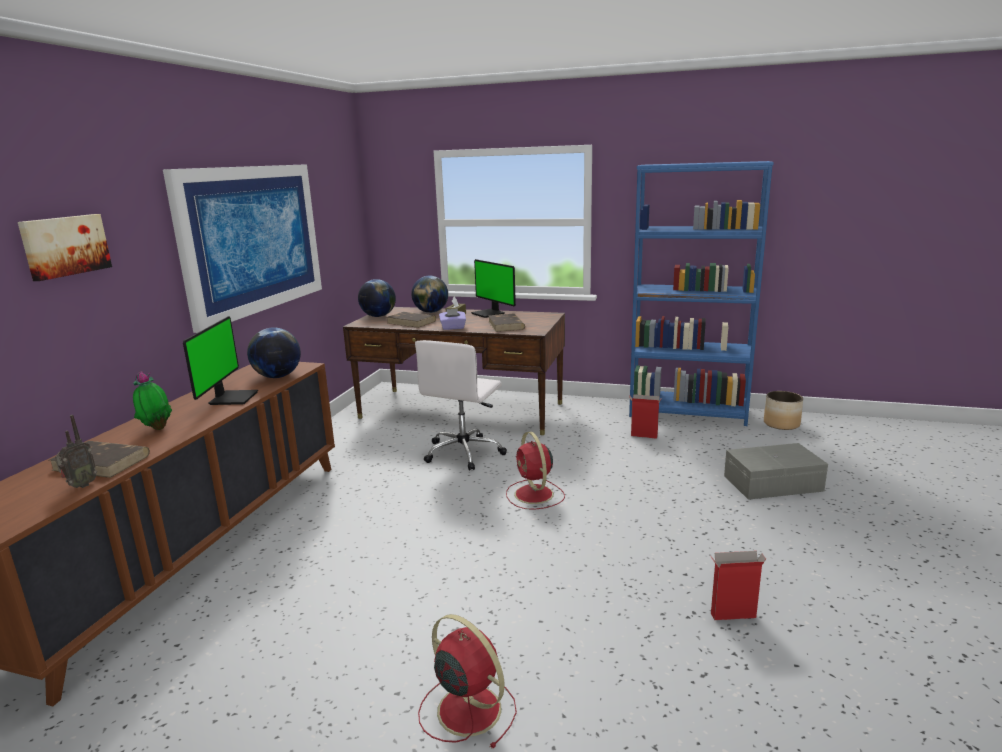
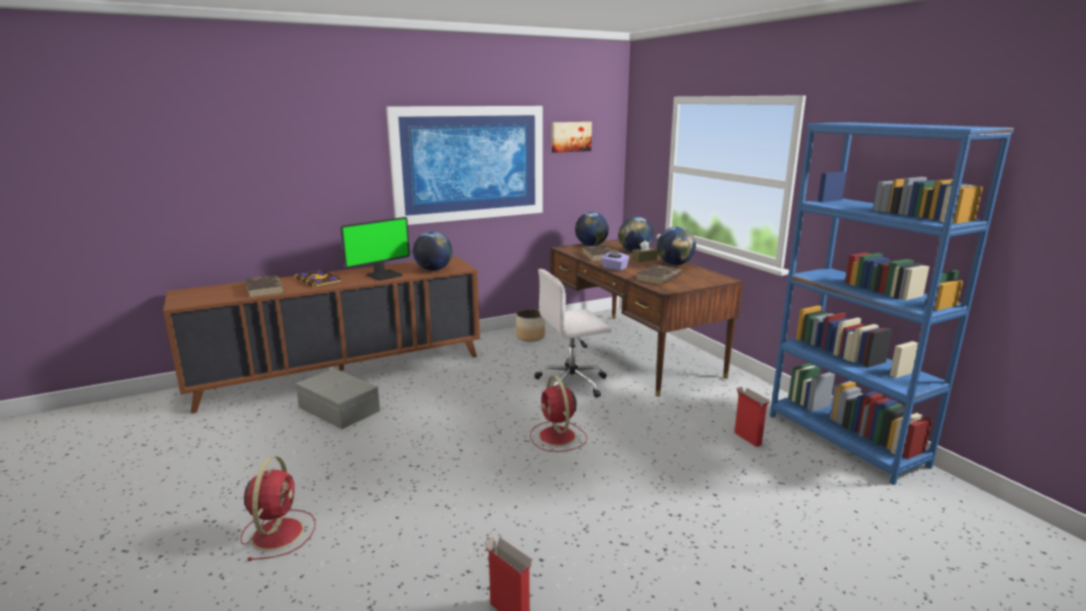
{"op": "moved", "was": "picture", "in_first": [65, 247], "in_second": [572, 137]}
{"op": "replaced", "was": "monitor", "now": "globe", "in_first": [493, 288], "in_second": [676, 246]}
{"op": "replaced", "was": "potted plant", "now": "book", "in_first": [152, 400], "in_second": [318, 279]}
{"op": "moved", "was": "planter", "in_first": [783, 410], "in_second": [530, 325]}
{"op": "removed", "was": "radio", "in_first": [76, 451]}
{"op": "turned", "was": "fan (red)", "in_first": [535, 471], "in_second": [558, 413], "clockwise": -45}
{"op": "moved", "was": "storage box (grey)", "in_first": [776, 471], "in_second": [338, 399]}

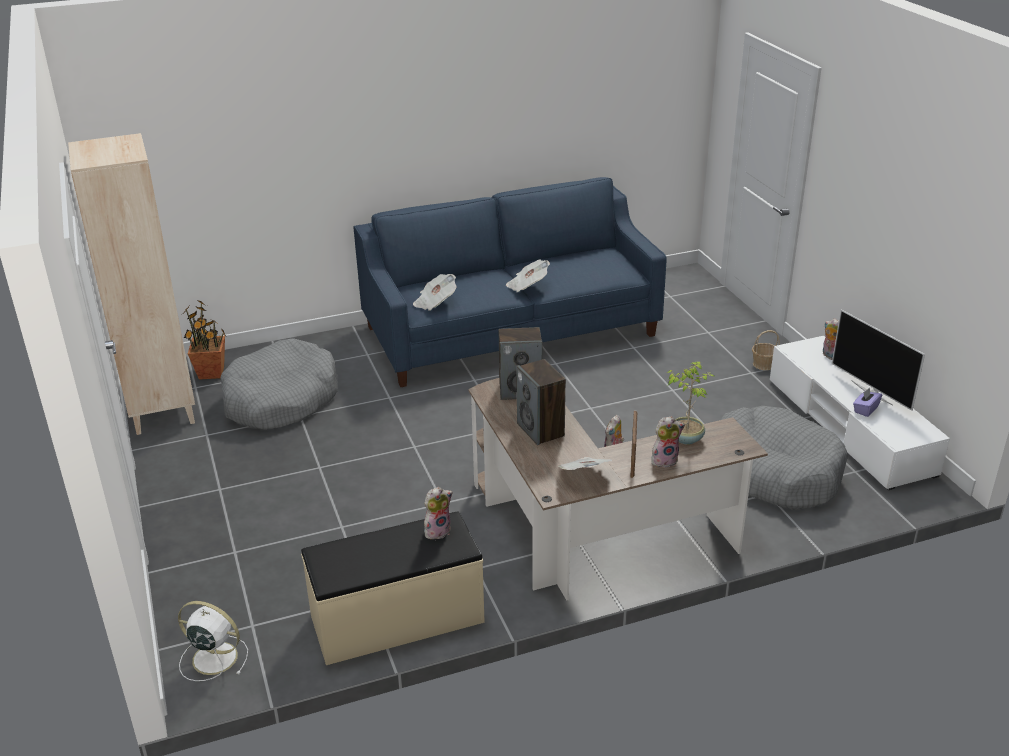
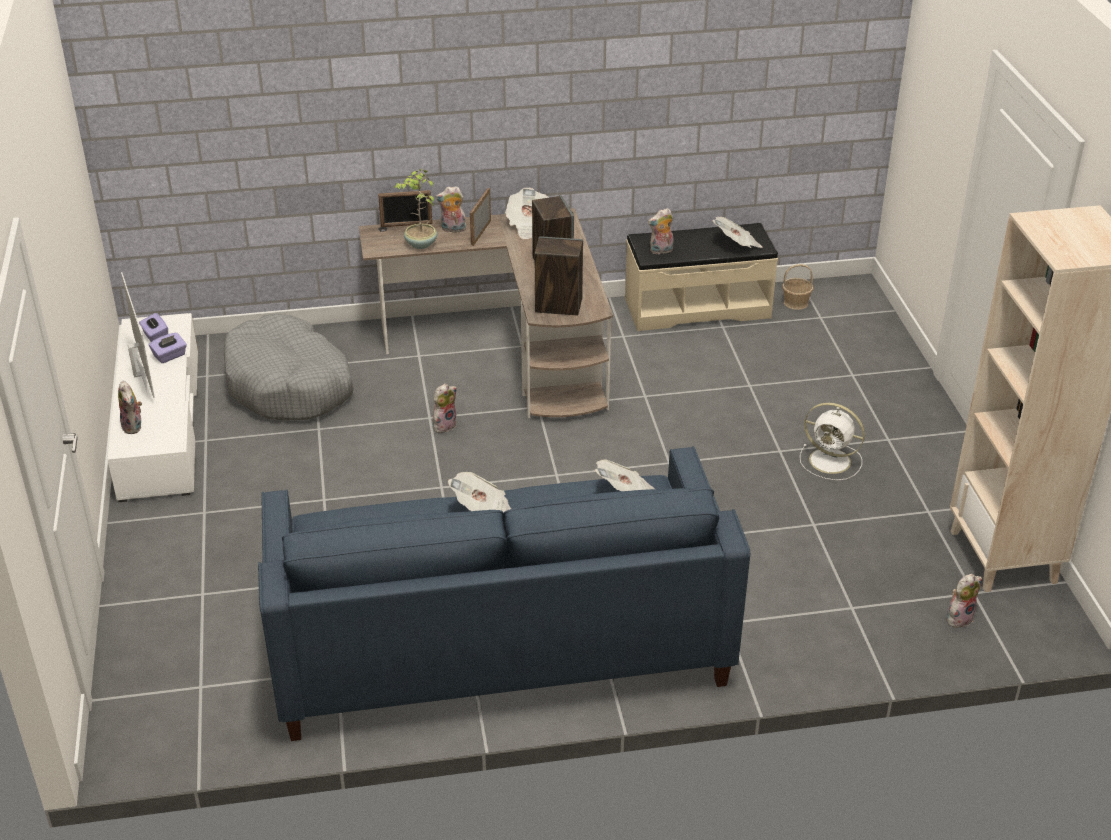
{"op": "replaced", "was": "potted plant", "now": "plush toy", "in_first": [205, 339], "in_second": [964, 601]}
{"op": "moved", "was": "basket", "in_first": [766, 350], "in_second": [797, 287]}
{"op": "removed", "was": "dog bed (grey)", "in_first": [279, 384]}
{"op": "moved", "was": "fan (white)", "in_first": [213, 641], "in_second": [832, 442]}
{"op": "added", "now": "picture frame", "in_second": [405, 208]}
{"op": "added", "now": "newspaper", "in_second": [737, 232]}
{"op": "added", "now": "tissue box (purple)", "in_second": [153, 327]}

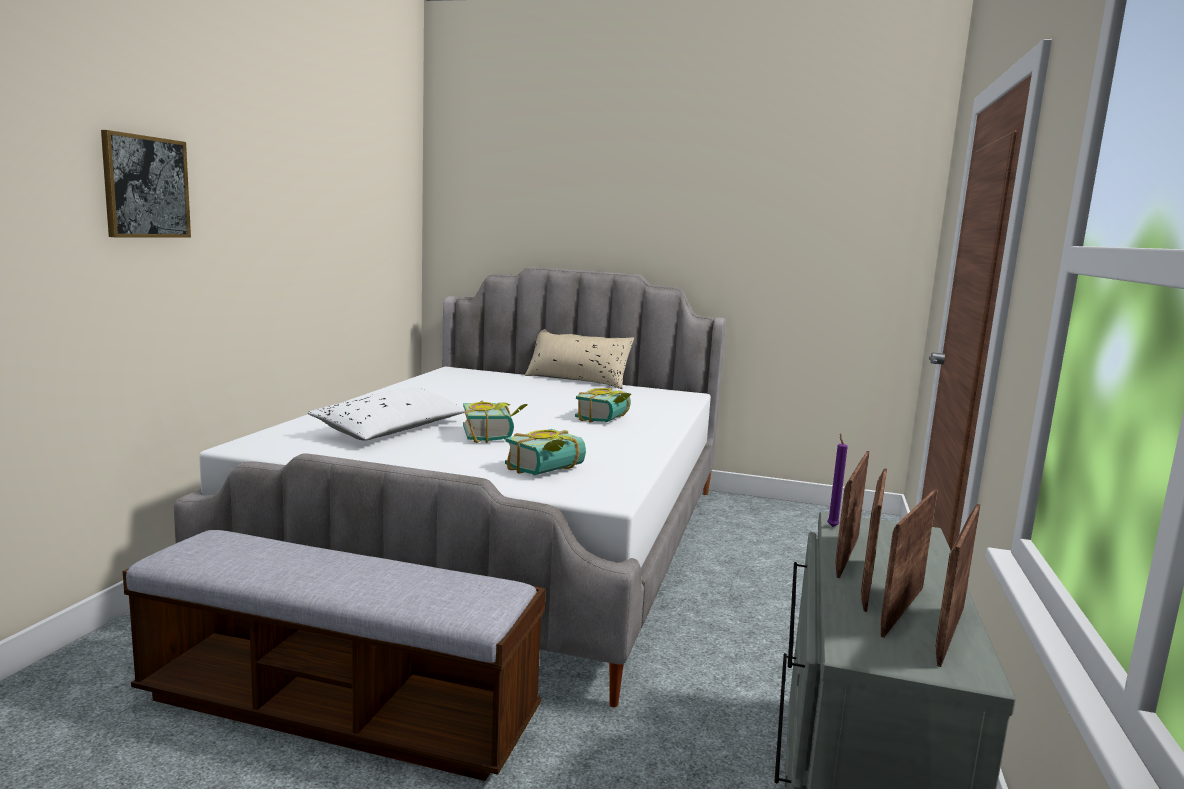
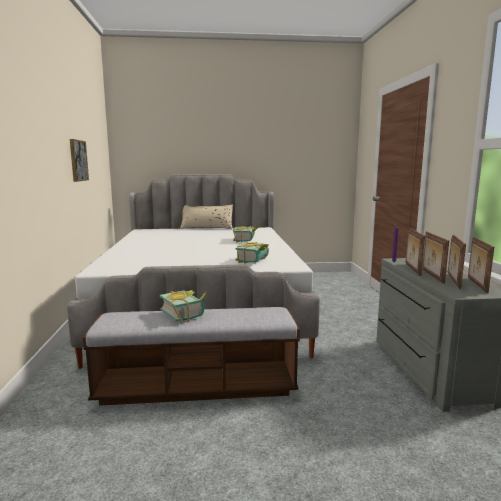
{"op": "moved", "was": "picture", "in_first": [146, 183], "in_second": [79, 160]}
{"op": "removed", "was": "pillow (white)", "in_first": [386, 414]}
{"op": "moved", "was": "book", "in_first": [495, 421], "in_second": [184, 306]}

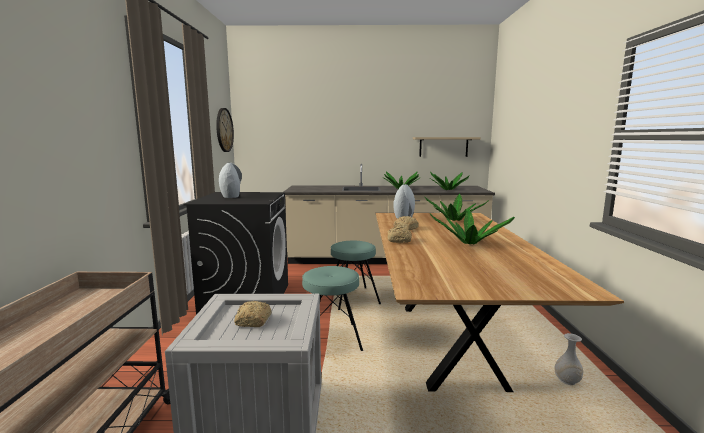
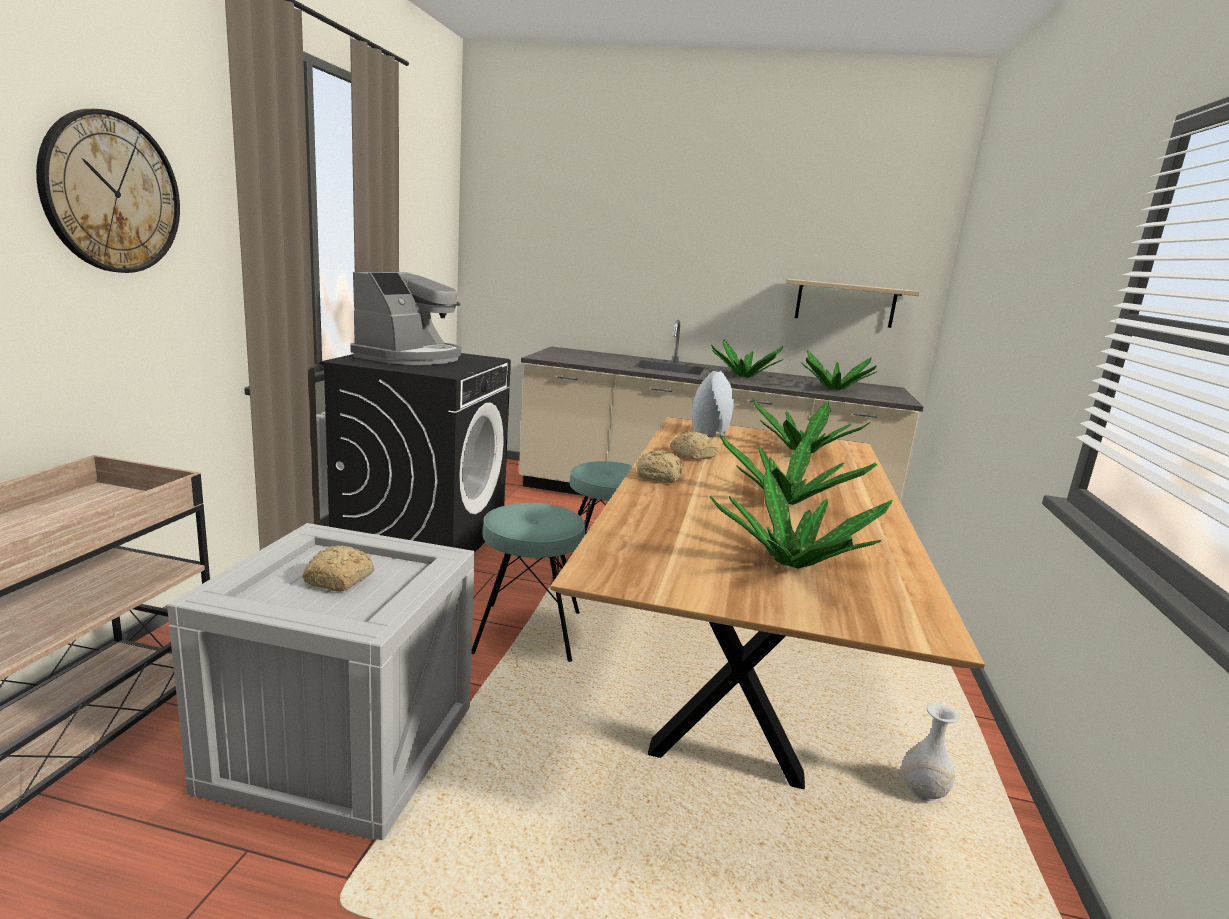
{"op": "moved", "was": "wall clock", "in_first": [225, 130], "in_second": [108, 191]}
{"op": "replaced", "was": "vase (grey)", "now": "coffee machine", "in_first": [230, 180], "in_second": [405, 318]}
{"op": "added", "now": "potted plant", "in_second": [801, 518]}

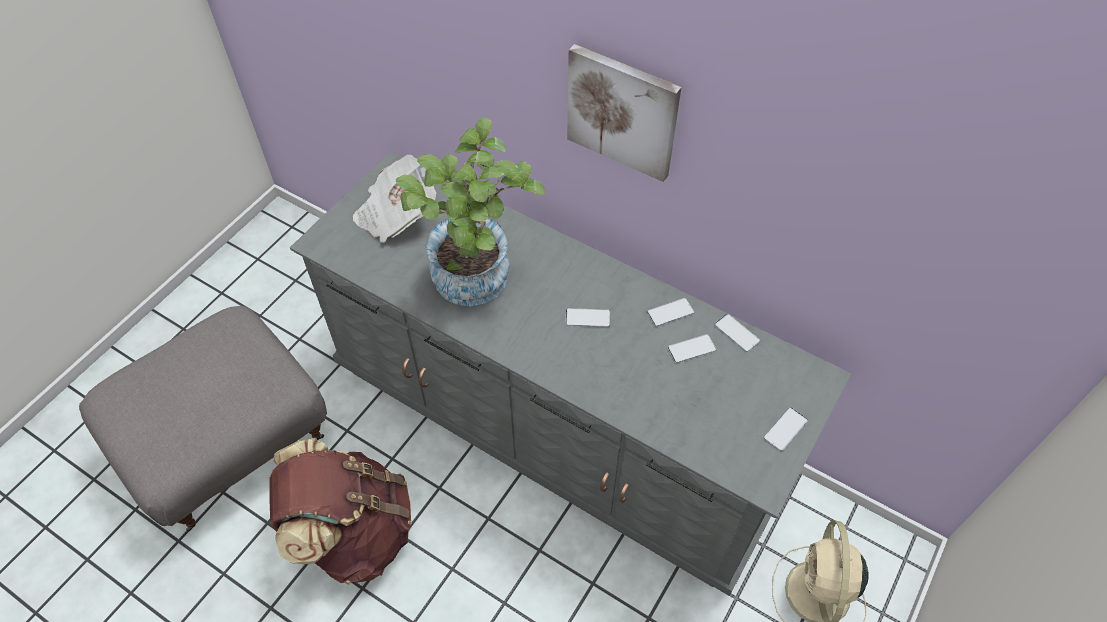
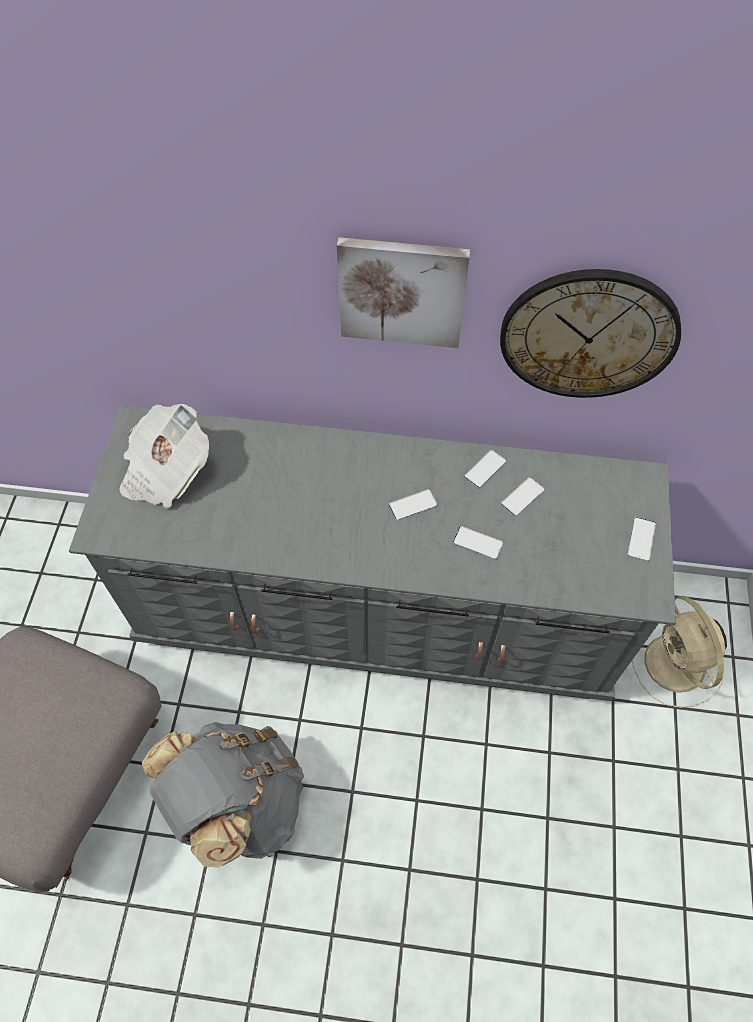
{"op": "removed", "was": "potted plant", "in_first": [471, 212]}
{"op": "moved", "was": "phone", "in_first": [737, 332], "in_second": [478, 542]}
{"op": "recoloured", "was": "backpack (brown)", "now": "backpack (grey)", "in_first": [340, 511], "in_second": [223, 794]}
{"op": "added", "now": "wall clock", "in_second": [590, 333]}

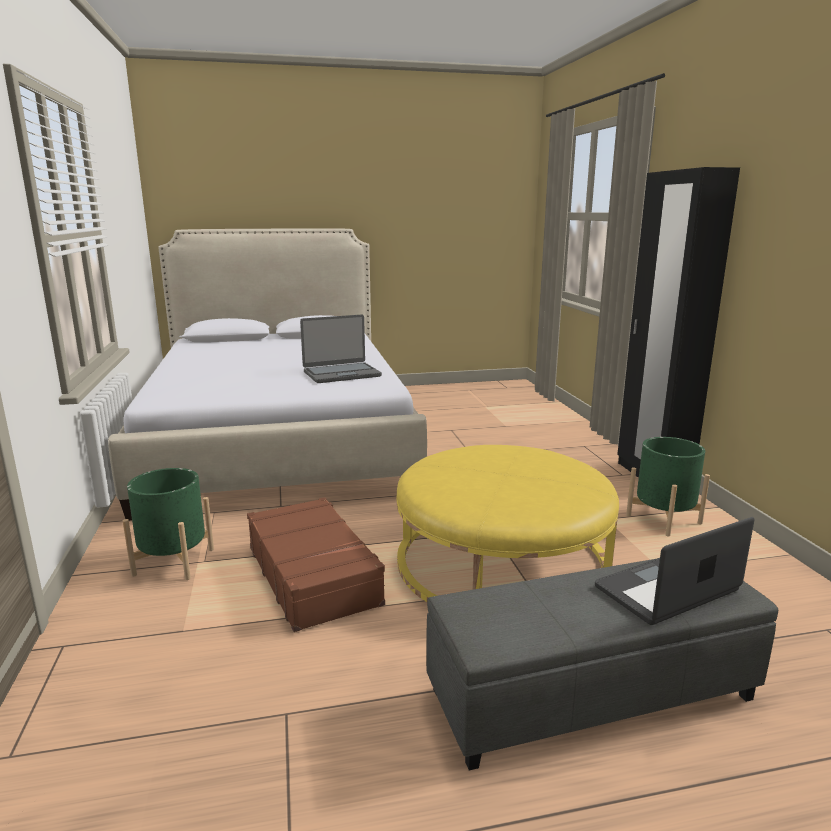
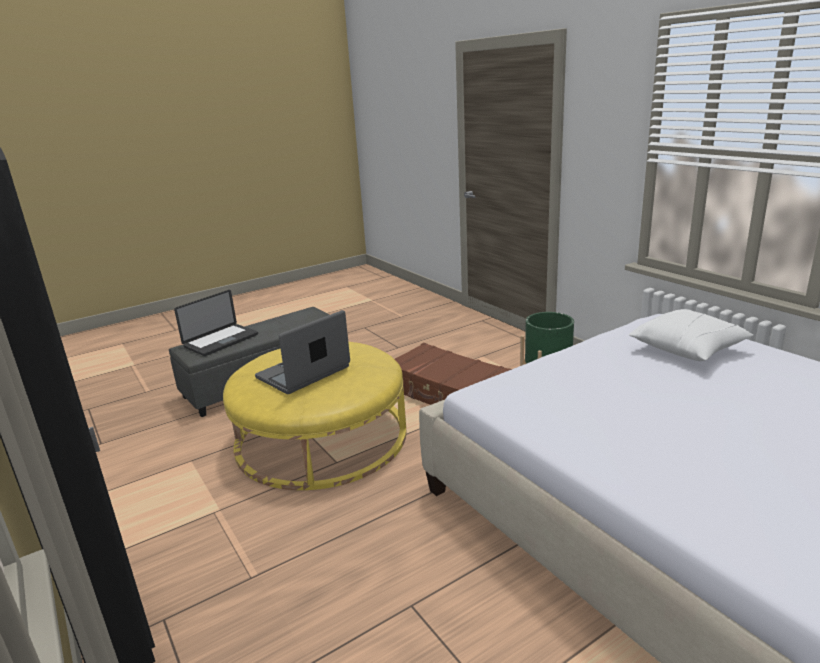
{"op": "moved", "was": "laptop", "in_first": [341, 348], "in_second": [302, 352]}
{"op": "removed", "was": "planter (green)", "in_first": [668, 486]}
{"op": "added", "now": "pillow (white)", "in_second": [691, 335]}

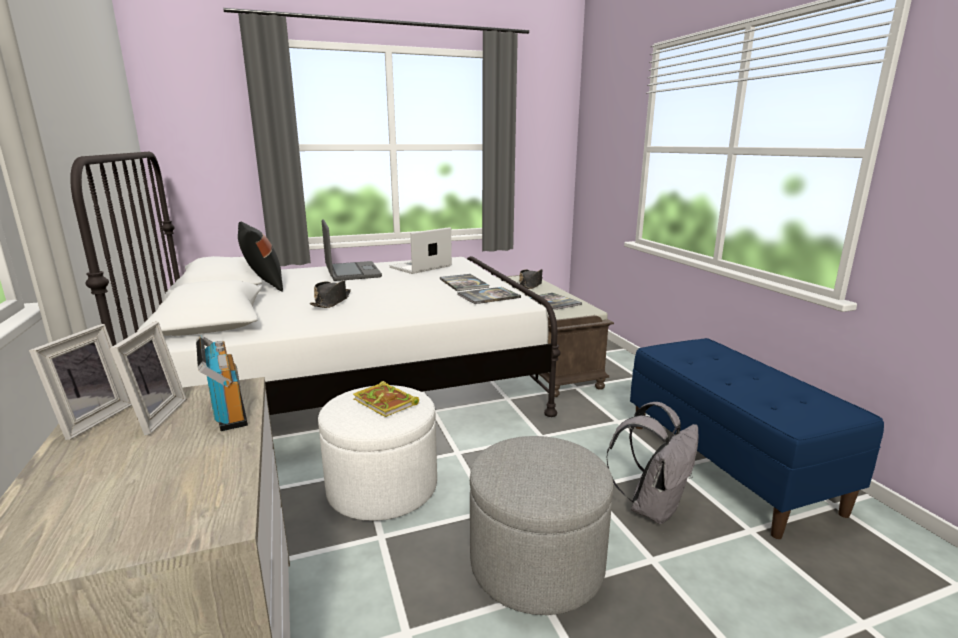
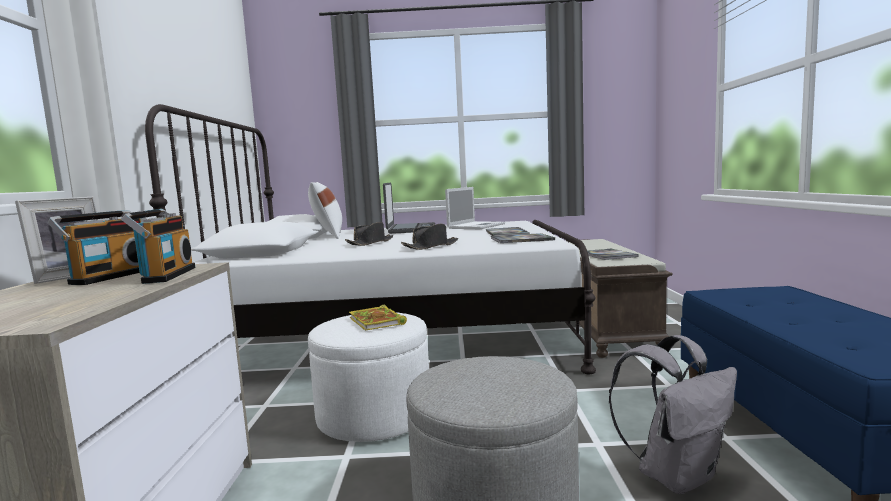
{"op": "recoloured", "was": "pillow (black)", "now": "pillow (white)", "in_first": [260, 257], "in_second": [325, 210]}
{"op": "turned", "was": "laptop", "in_first": [421, 250], "in_second": [475, 208], "clockwise": 150}
{"op": "moved", "was": "hat (black)", "in_first": [531, 279], "in_second": [429, 237]}
{"op": "replaced", "was": "picture frame", "now": "radio", "in_first": [148, 379], "in_second": [94, 247]}

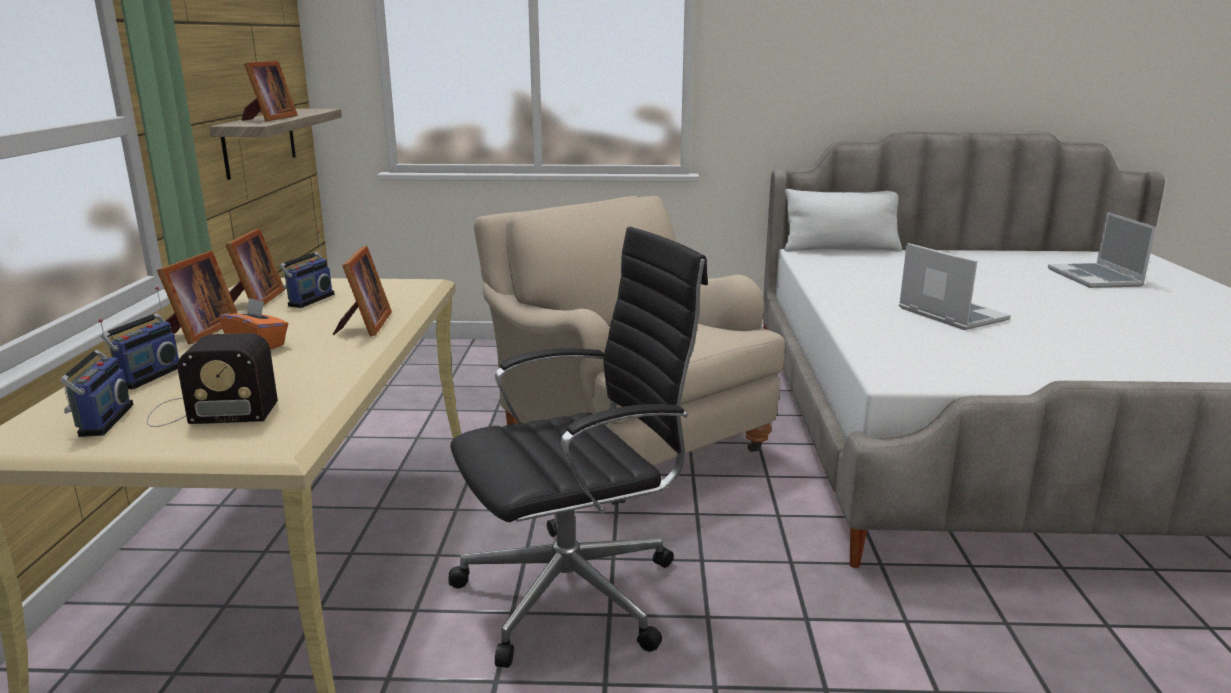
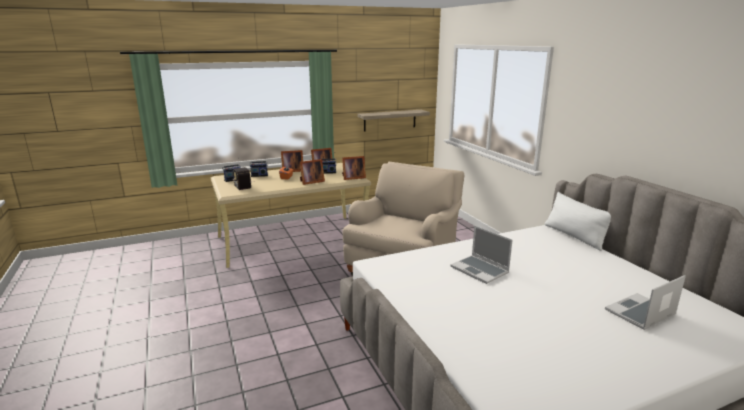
{"op": "moved", "was": "picture frame", "in_first": [270, 91], "in_second": [354, 168]}
{"op": "removed", "was": "office chair (black)", "in_first": [578, 447]}
{"op": "turned", "was": "laptop", "in_first": [955, 286], "in_second": [481, 255], "clockwise": 105}

